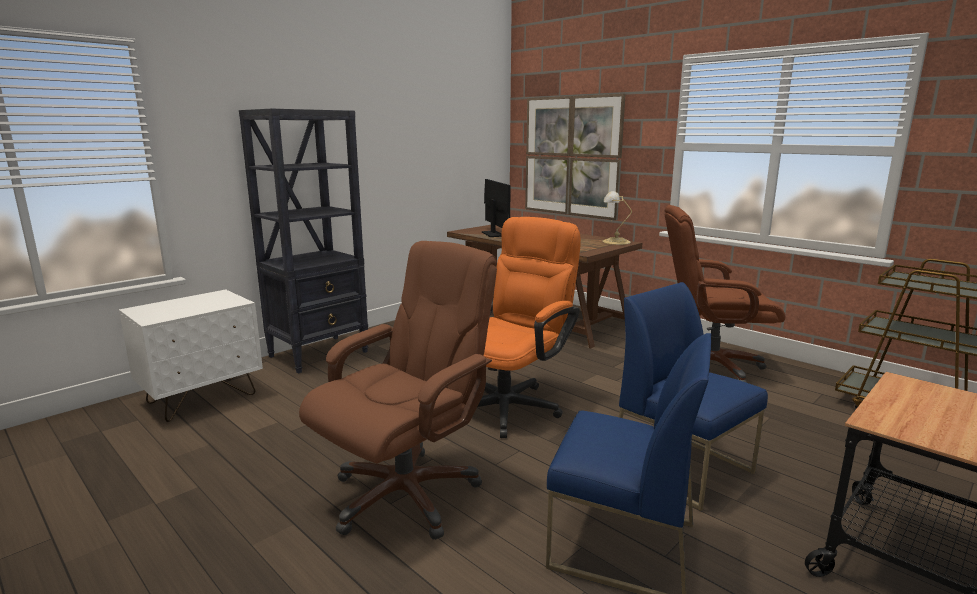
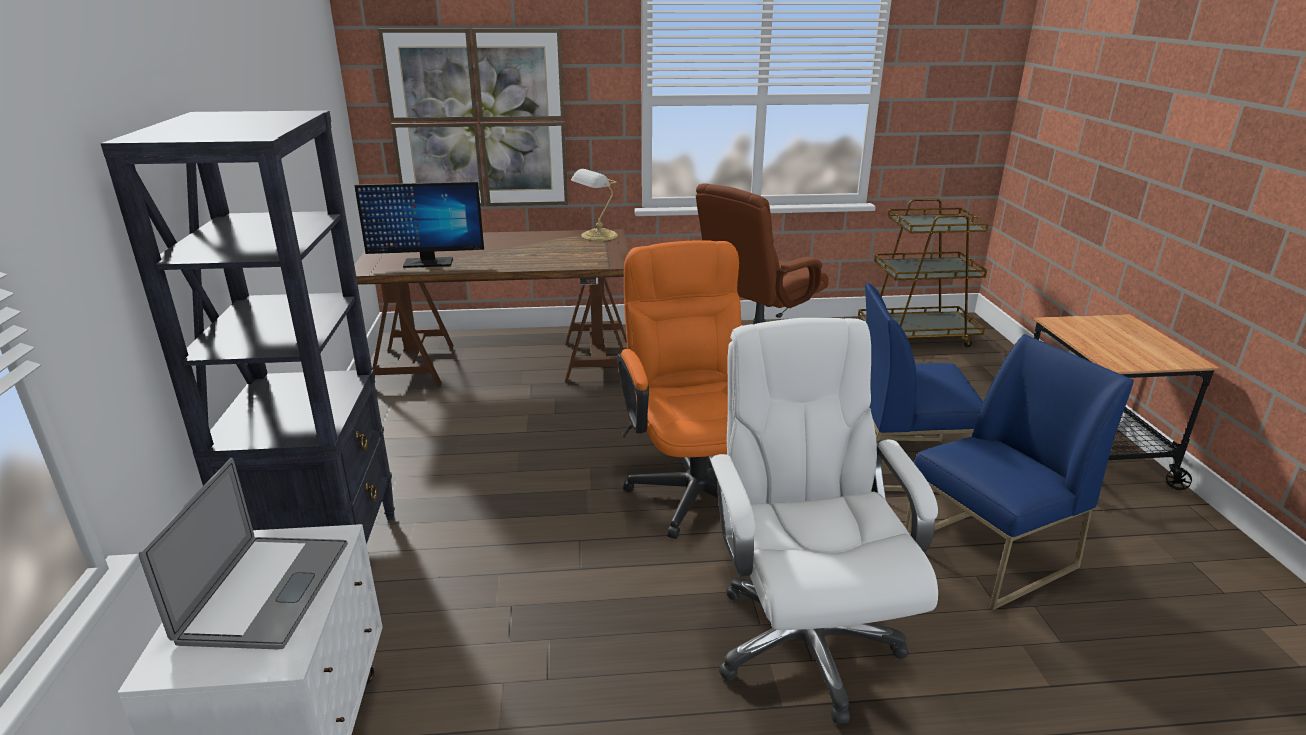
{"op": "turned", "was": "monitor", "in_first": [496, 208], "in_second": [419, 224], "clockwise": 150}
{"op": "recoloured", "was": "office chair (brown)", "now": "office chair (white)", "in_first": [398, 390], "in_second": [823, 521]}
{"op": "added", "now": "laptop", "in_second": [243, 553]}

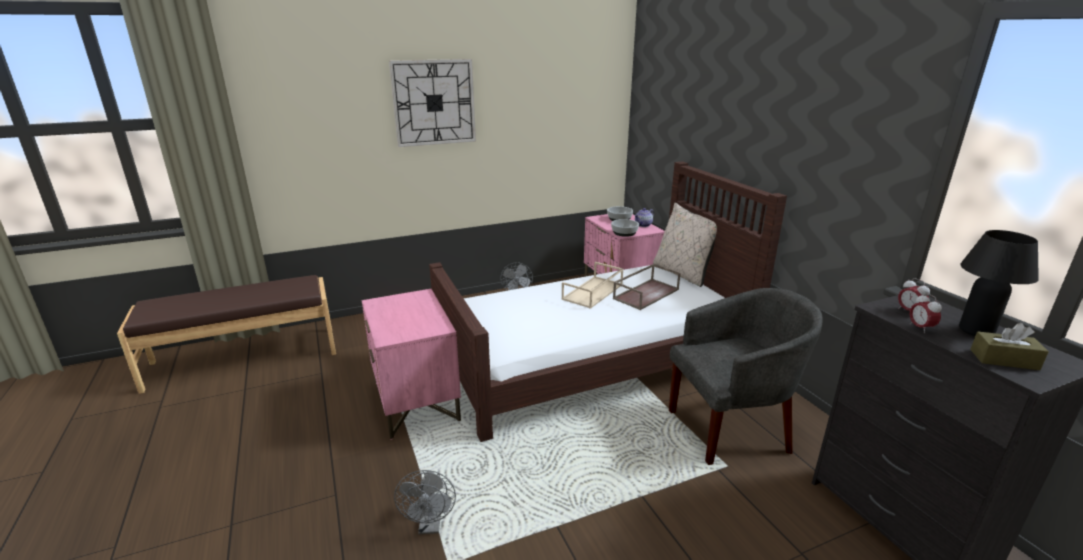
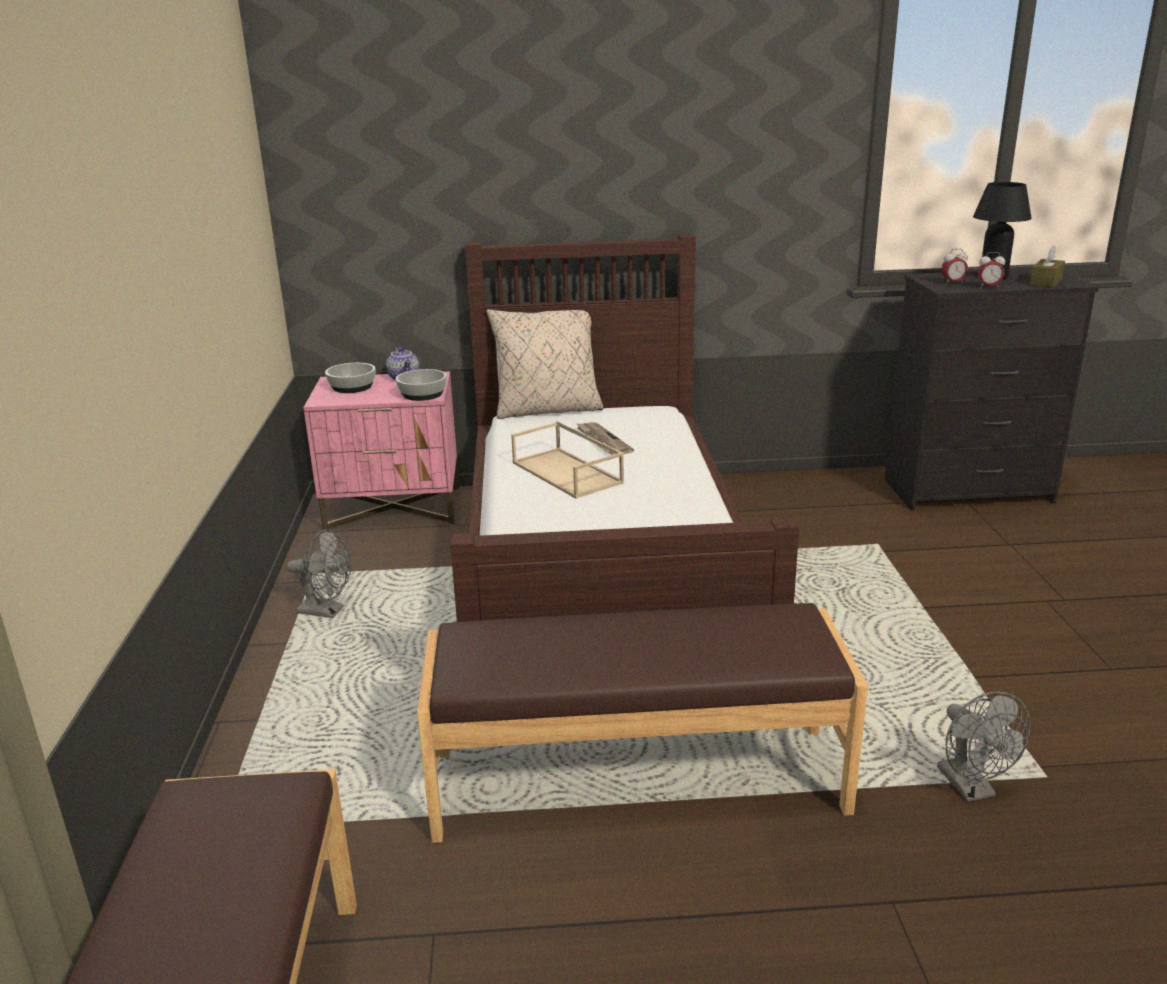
{"op": "removed", "was": "wall clock", "in_first": [432, 103]}
{"op": "replaced", "was": "tray (brown)", "now": "newspaper", "in_first": [647, 287], "in_second": [605, 438]}
{"op": "removed", "was": "armchair (grey)", "in_first": [746, 376]}
{"op": "replaced", "was": "nightstand (pink)", "now": "bench (brown)", "in_first": [411, 364], "in_second": [642, 723]}
{"op": "turned", "was": "fan (grey)", "in_first": [425, 502], "in_second": [984, 747], "clockwise": 60}

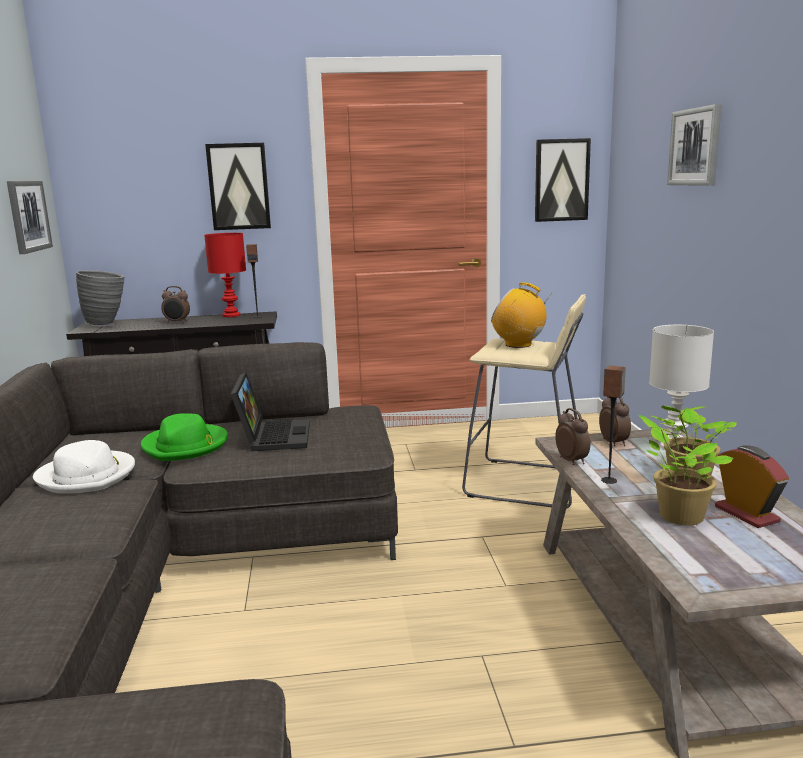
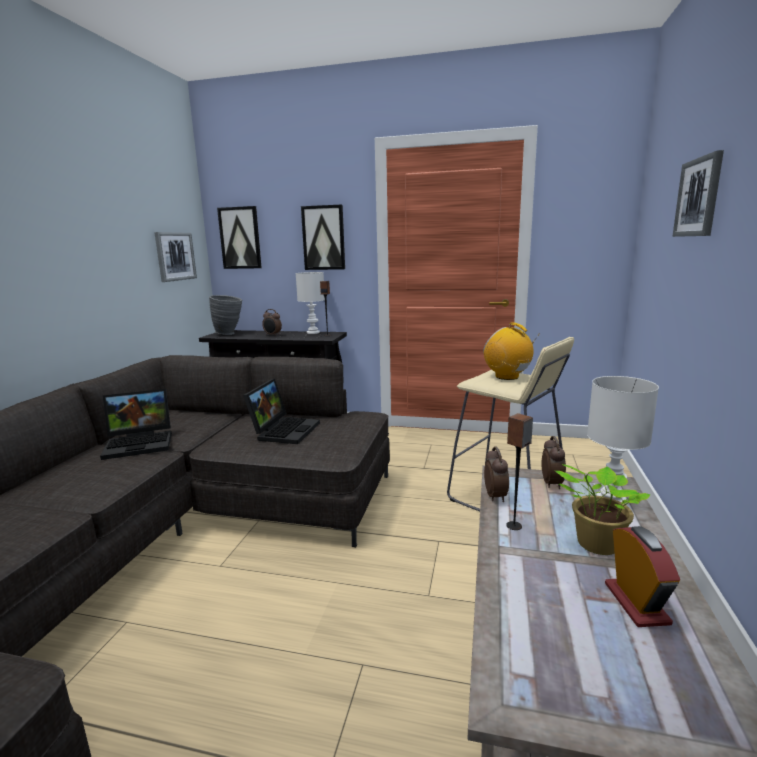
{"op": "moved", "was": "picture", "in_first": [563, 180], "in_second": [239, 237]}
{"op": "recoloured", "was": "table lamp (red)", "now": "table lamp (white)", "in_first": [225, 275], "in_second": [310, 303]}
{"op": "removed", "was": "hat (green)", "in_first": [184, 437]}
{"op": "removed", "was": "potted plant", "in_first": [686, 470]}
{"op": "replaced", "was": "hat (white)", "now": "laptop", "in_first": [84, 467], "in_second": [136, 424]}

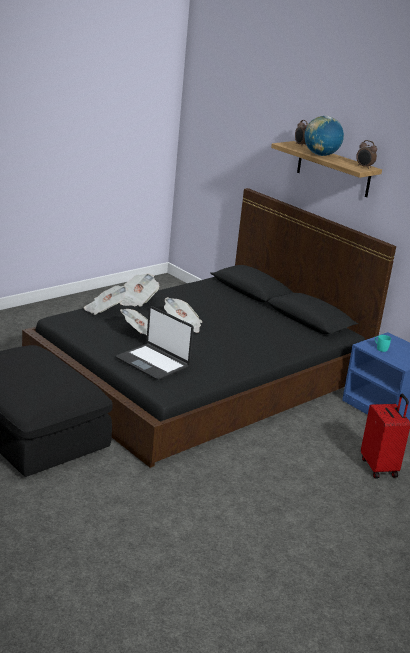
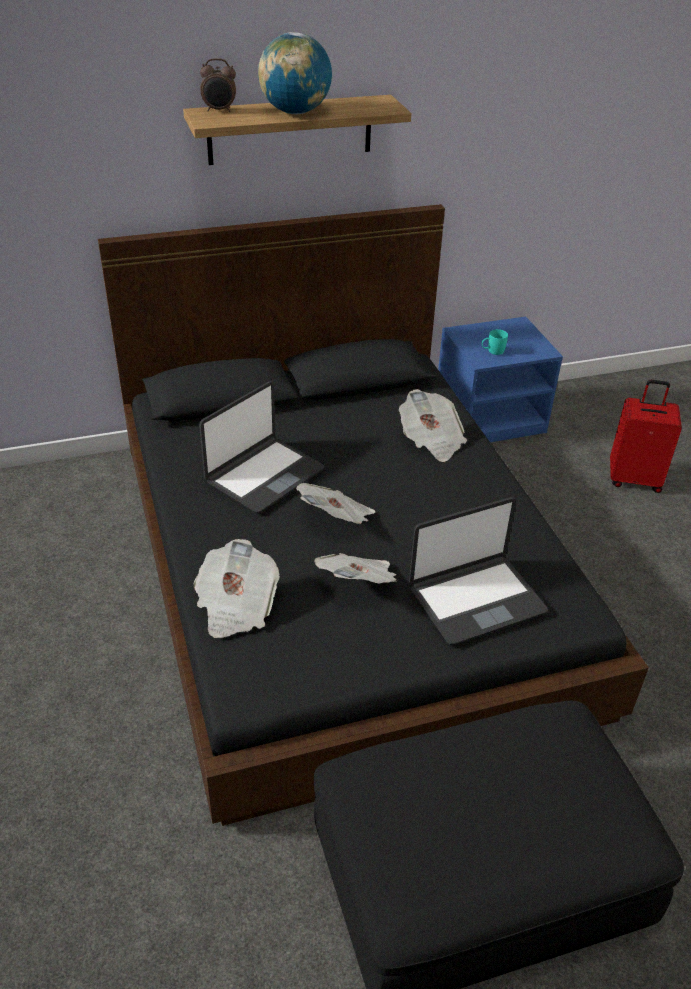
{"op": "removed", "was": "alarm clock", "in_first": [366, 154]}
{"op": "moved", "was": "newspaper", "in_first": [139, 290], "in_second": [433, 425]}
{"op": "added", "now": "laptop", "in_second": [261, 447]}

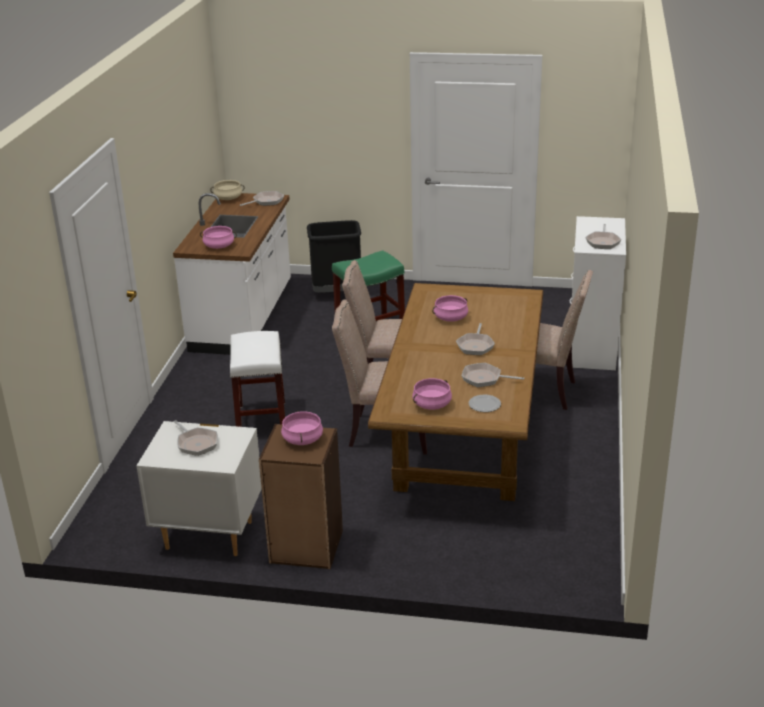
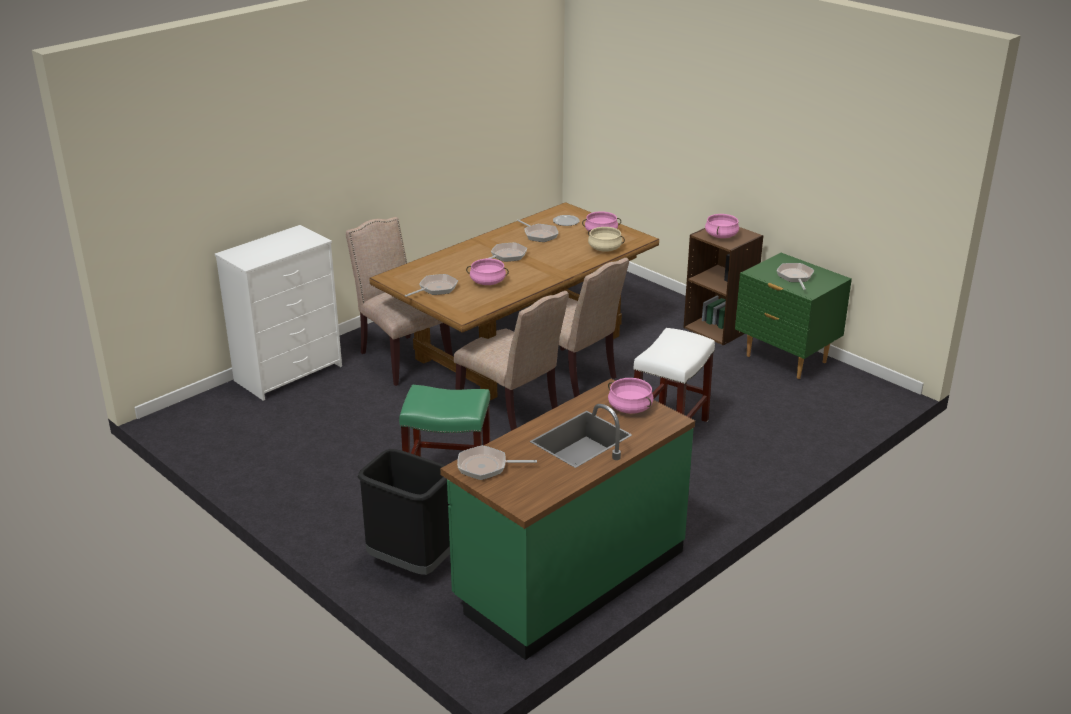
{"op": "moved", "was": "cooking pot (beige)", "in_first": [227, 190], "in_second": [606, 239]}
{"op": "recoloured", "was": "counter (white)", "now": "counter (green)", "in_first": [232, 274], "in_second": [567, 519]}
{"op": "moved", "was": "frying pan", "in_first": [603, 236], "in_second": [431, 285]}
{"op": "recoloured", "was": "nightstand (white)", "now": "nightstand (green)", "in_first": [199, 488], "in_second": [793, 316]}

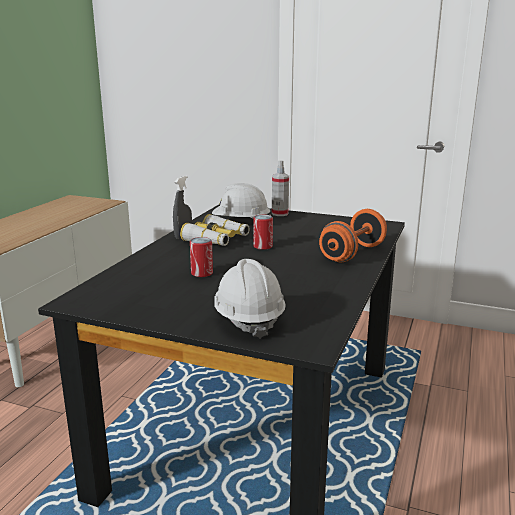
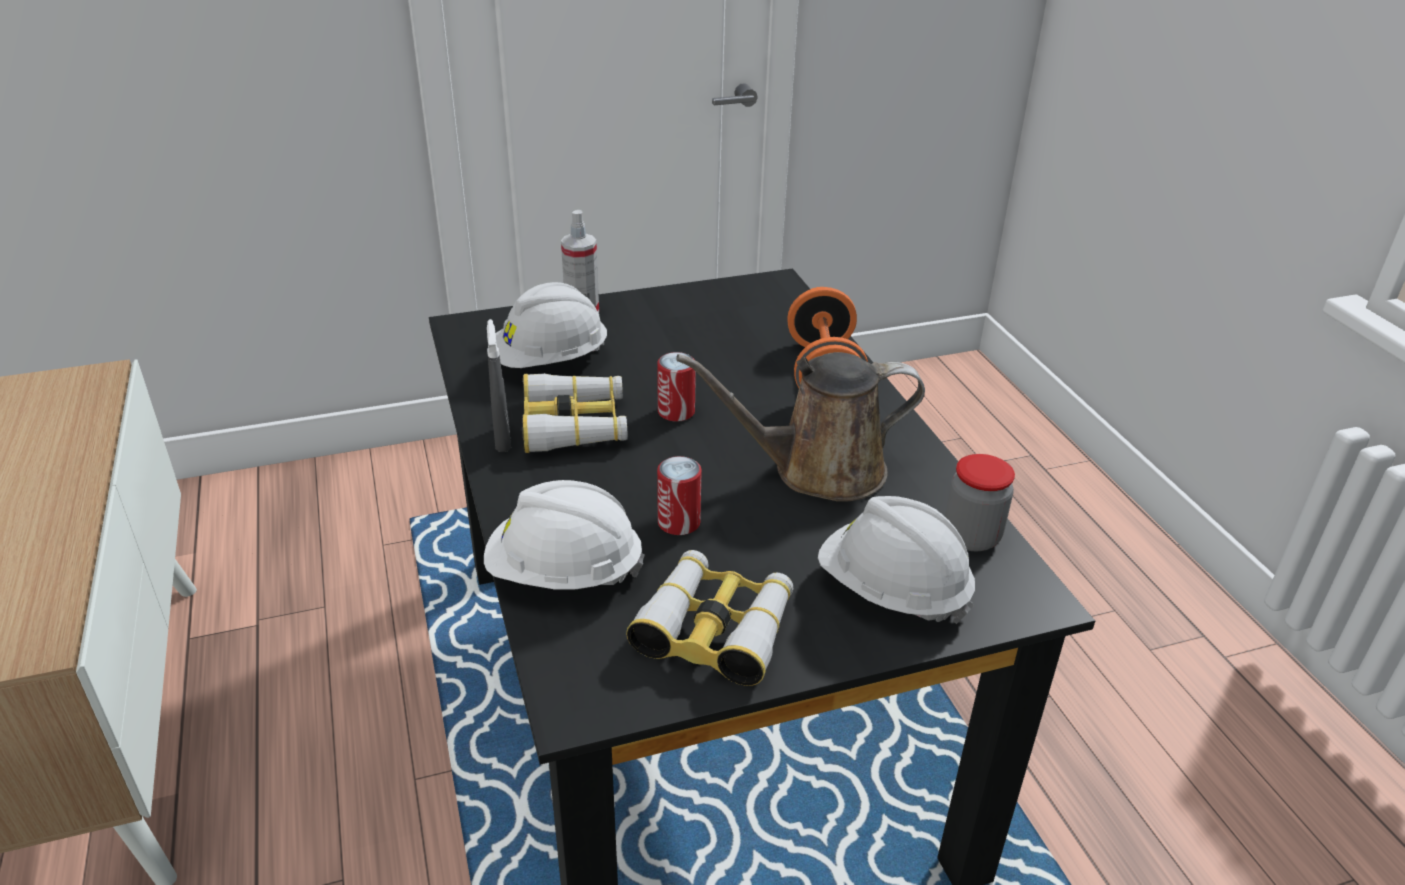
{"op": "added", "now": "watering can (brown)", "in_second": [800, 427]}
{"op": "added", "now": "jar", "in_second": [980, 502]}
{"op": "added", "now": "hard hat (white)", "in_second": [564, 535]}
{"op": "added", "now": "binoculars", "in_second": [709, 618]}

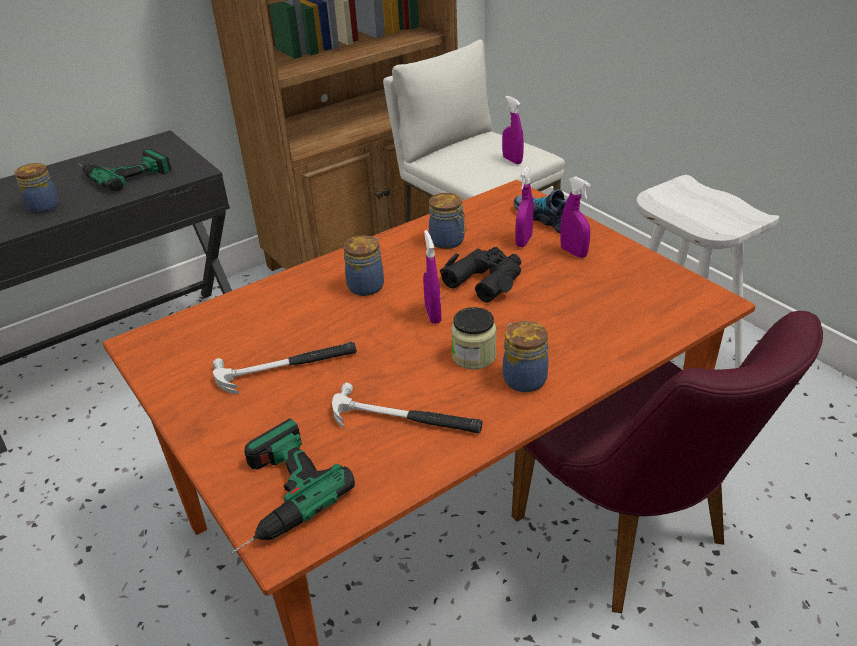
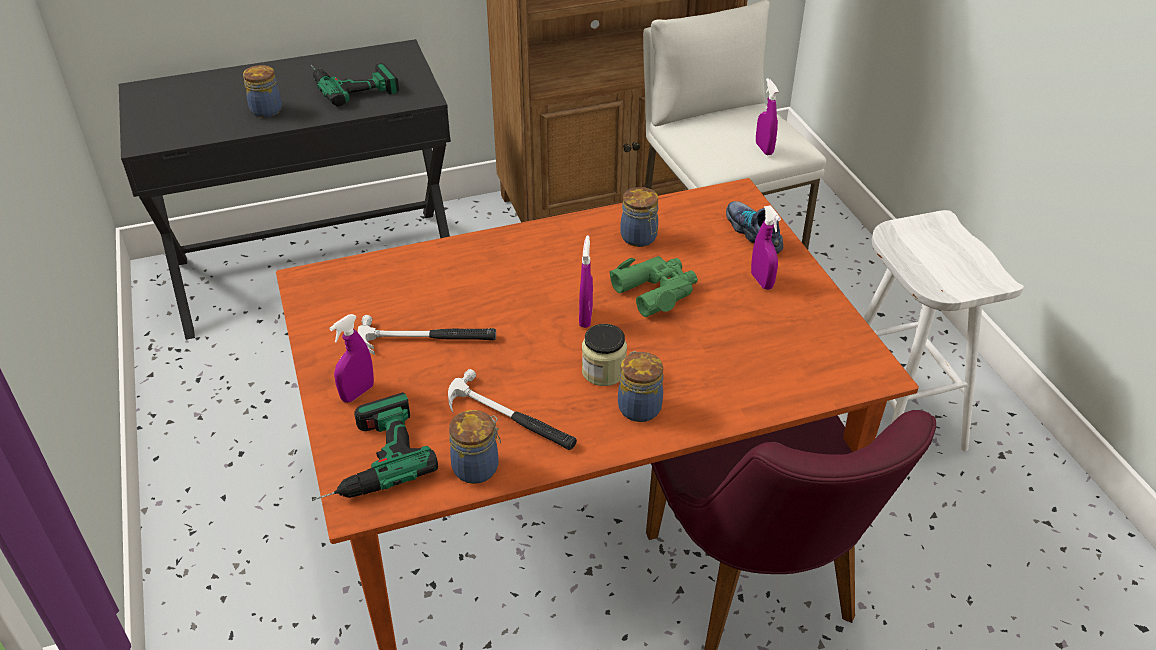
{"op": "moved", "was": "spray bottle (purple)", "in_first": [524, 206], "in_second": [351, 358]}
{"op": "moved", "was": "jar", "in_first": [363, 265], "in_second": [475, 447]}
{"op": "recoloured", "was": "binoculars (black)", "now": "binoculars (green)", "in_first": [480, 274], "in_second": [654, 286]}

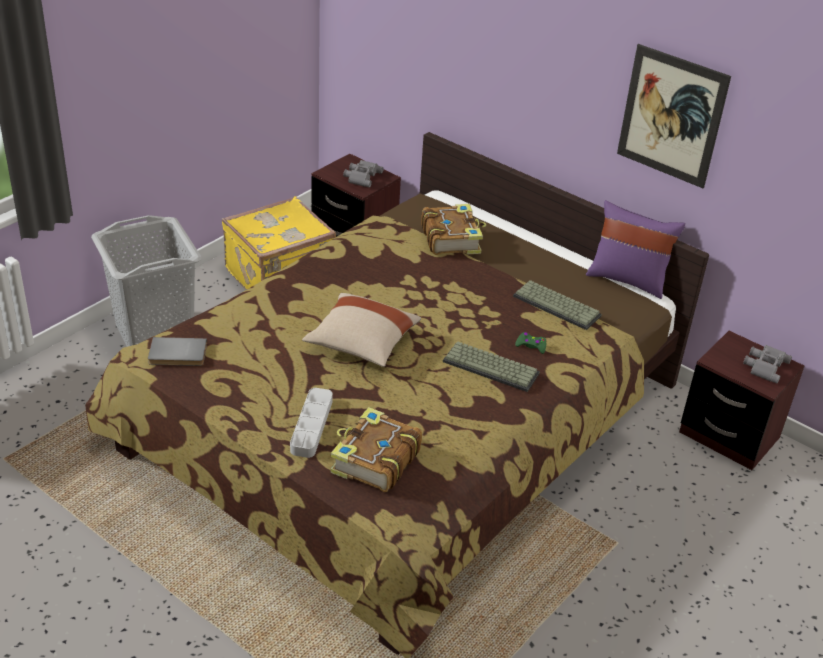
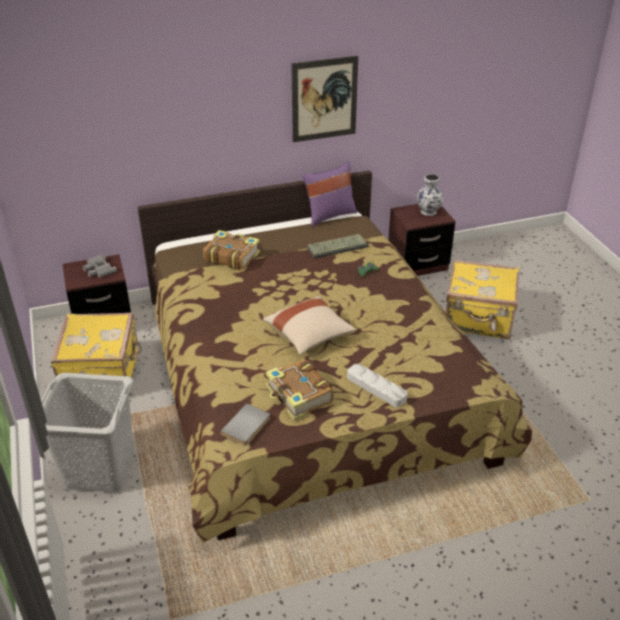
{"op": "removed", "was": "keyboard", "in_first": [491, 366]}
{"op": "replaced", "was": "binoculars (grey)", "now": "vase", "in_first": [767, 364], "in_second": [430, 195]}
{"op": "moved", "was": "book", "in_first": [376, 449], "in_second": [300, 390]}
{"op": "added", "now": "suitcase (yellow)", "in_second": [483, 299]}

